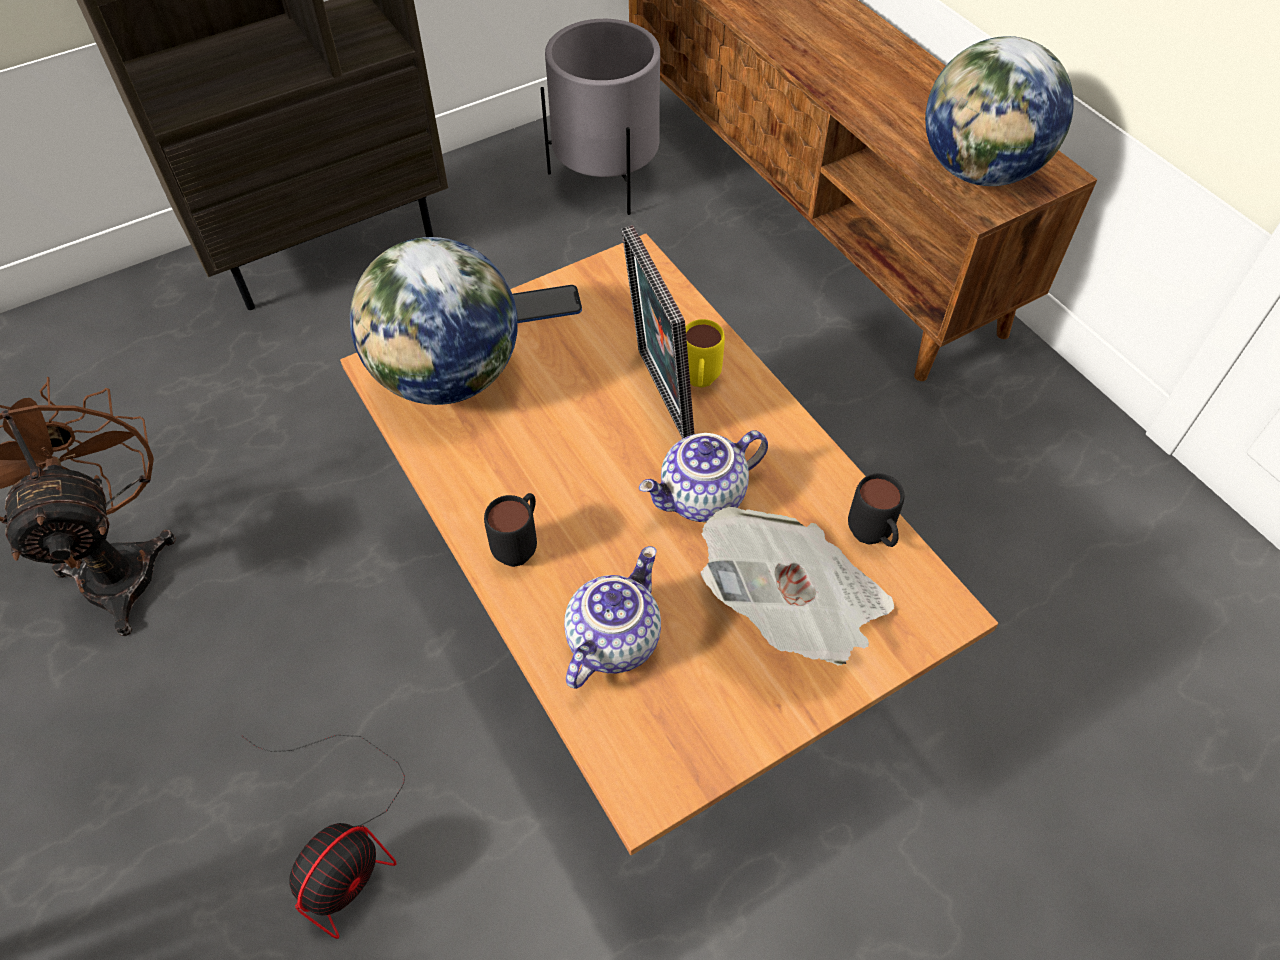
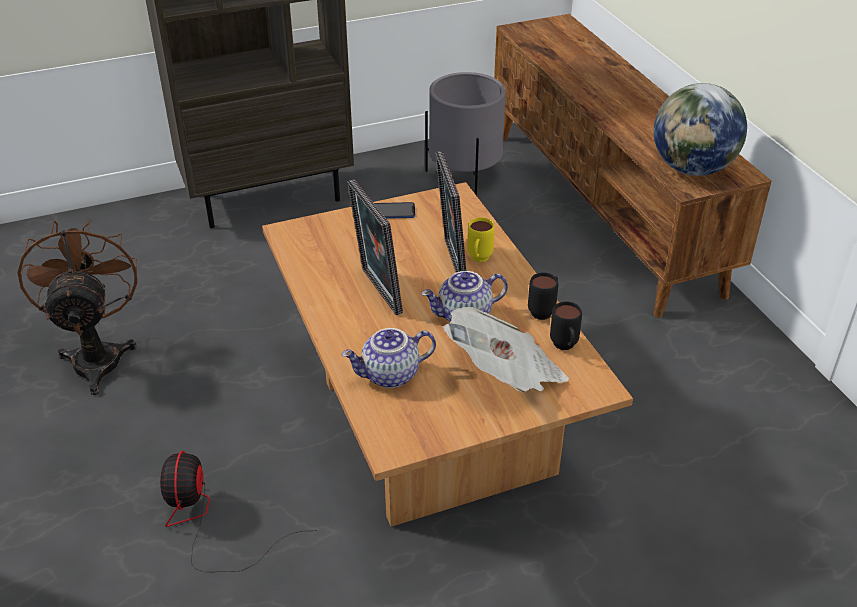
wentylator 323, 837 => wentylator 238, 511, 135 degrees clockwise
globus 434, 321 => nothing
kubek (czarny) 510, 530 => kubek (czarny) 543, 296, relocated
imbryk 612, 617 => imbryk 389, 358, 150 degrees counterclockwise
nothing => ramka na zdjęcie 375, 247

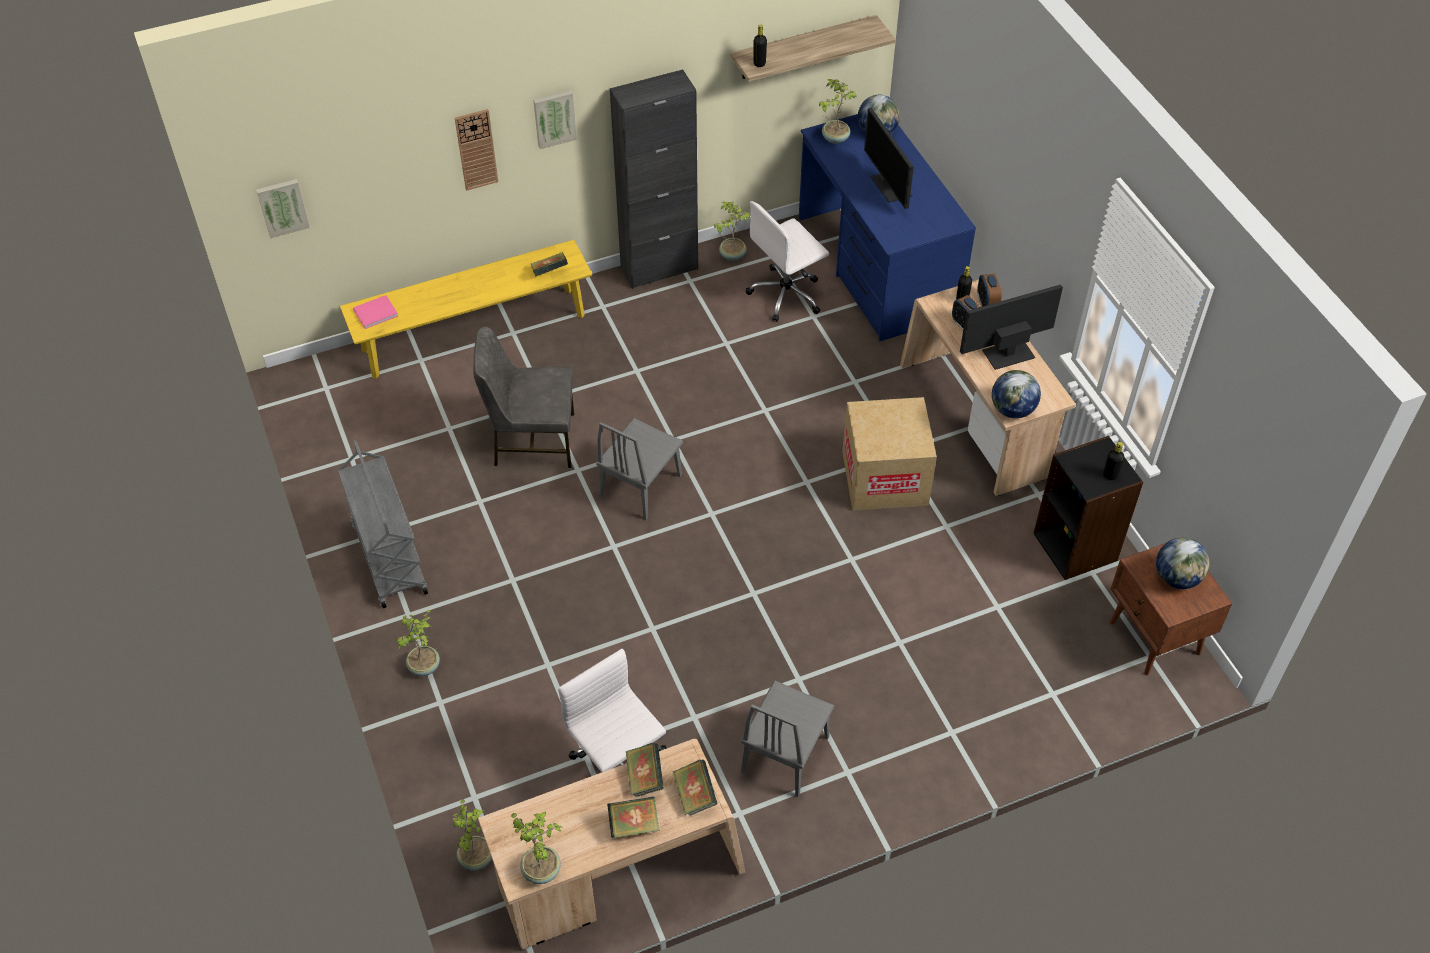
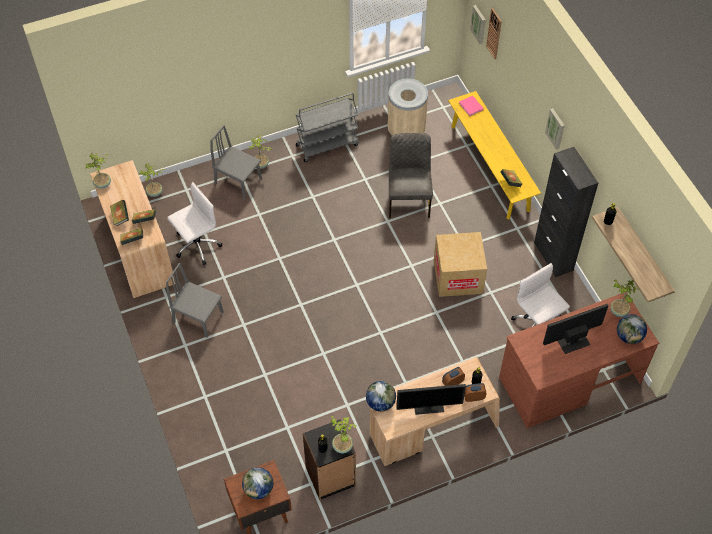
zegar ścienny 476, 150 => zegar ścienny 494, 33, relocated
krzesło (szary) 639, 469 => krzesło (szary) 236, 162, relocated
roślina doniczkowa 732, 231 => roślina doniczkowa 343, 435, relocated
biurko (niebieski) 887, 228 => biurko (brązowy) 579, 360
karton 889, 454 => karton 460, 264, relocated
monitor 1011, 327 => monitor 431, 399, 105 degrees clockwise
nothing => kosz na śmieci (beżowy) 408, 107

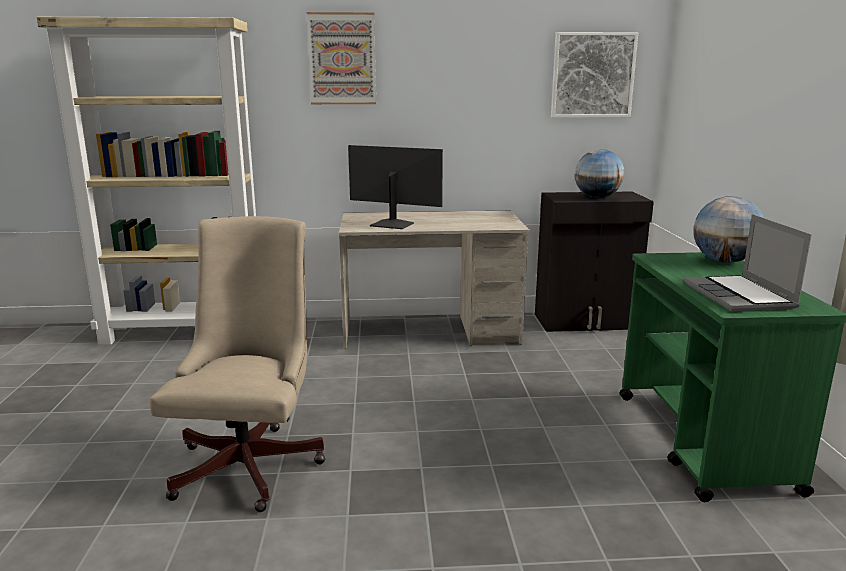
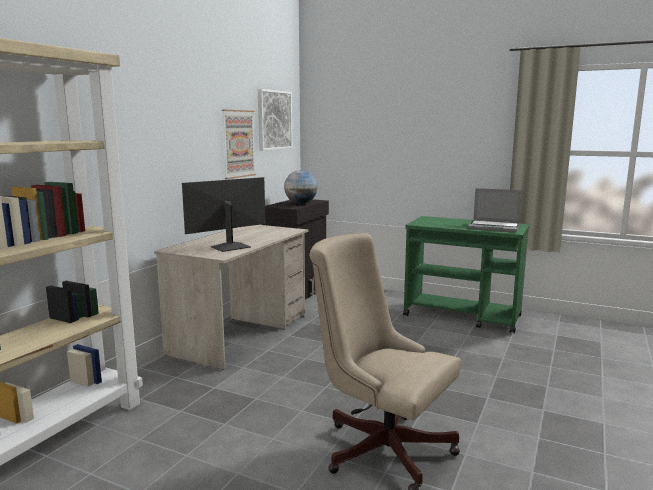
obraz 341, 58 => obraz 239, 144, relocated
globus 728, 229 => nothing

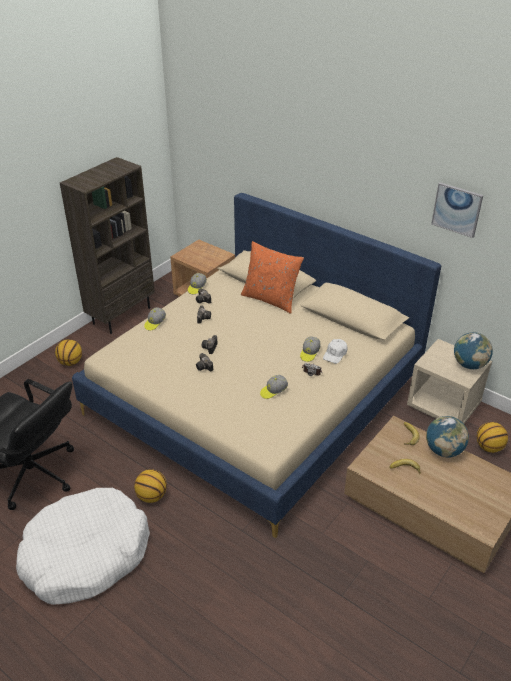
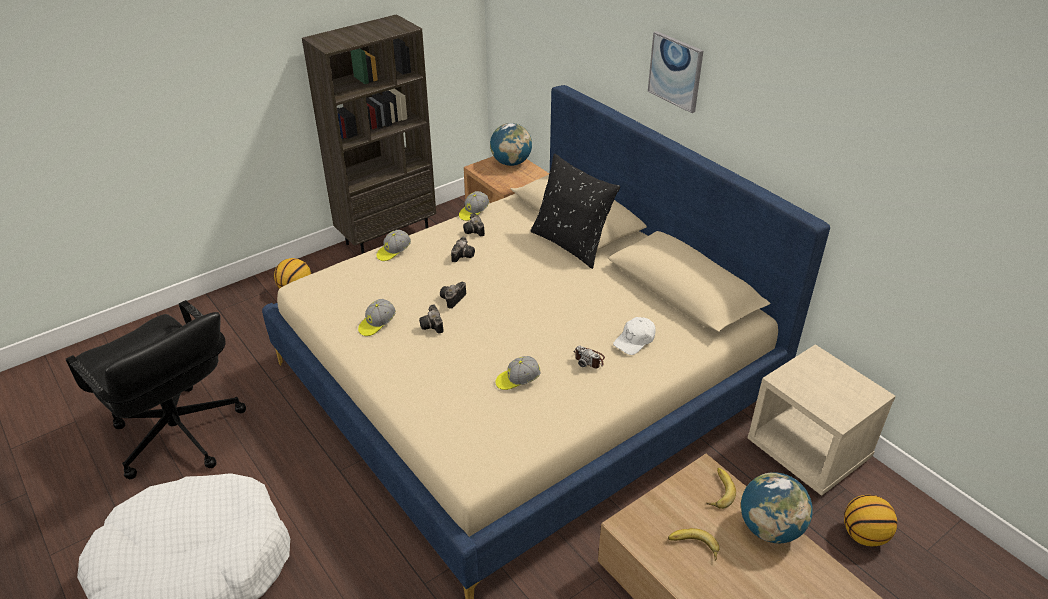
piłka do koszykówki 150, 486 => nothing
poduszka (pomarańczowy) 272, 277 => poduszka (czarny) 575, 211
czapka z daszkiem 310, 349 => czapka z daszkiem 377, 317, relocated
obraz 457, 210 => obraz 675, 72, relocated
globus 473, 350 => globus 511, 144, relocated

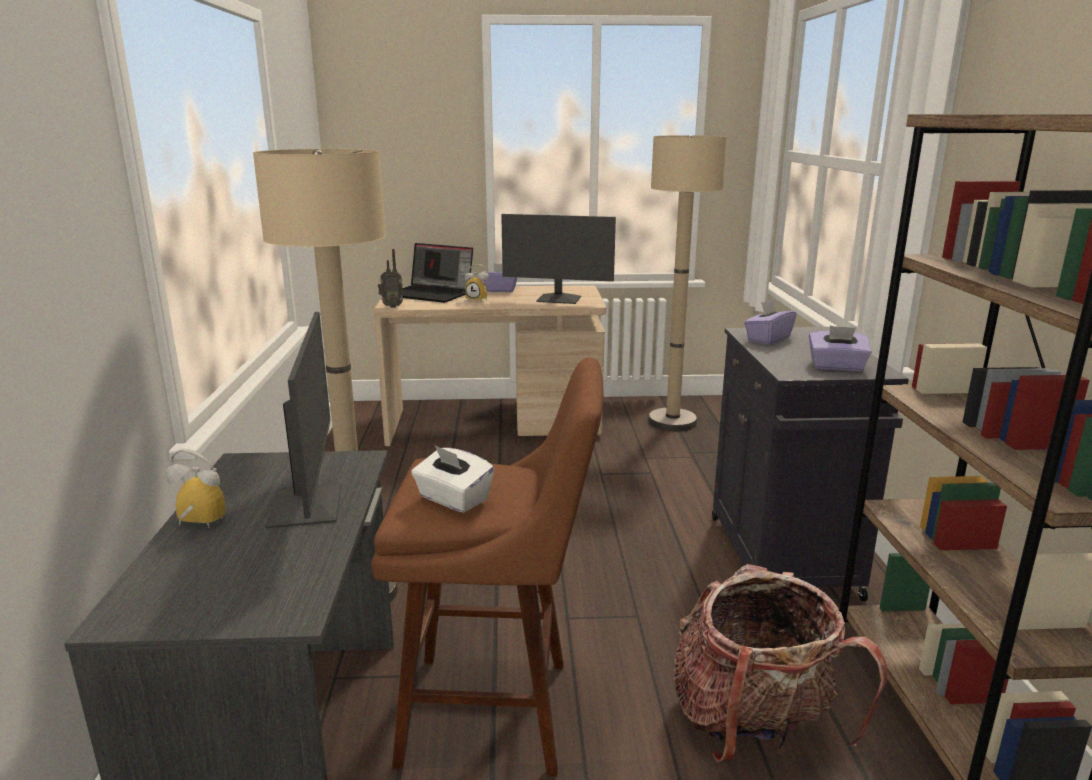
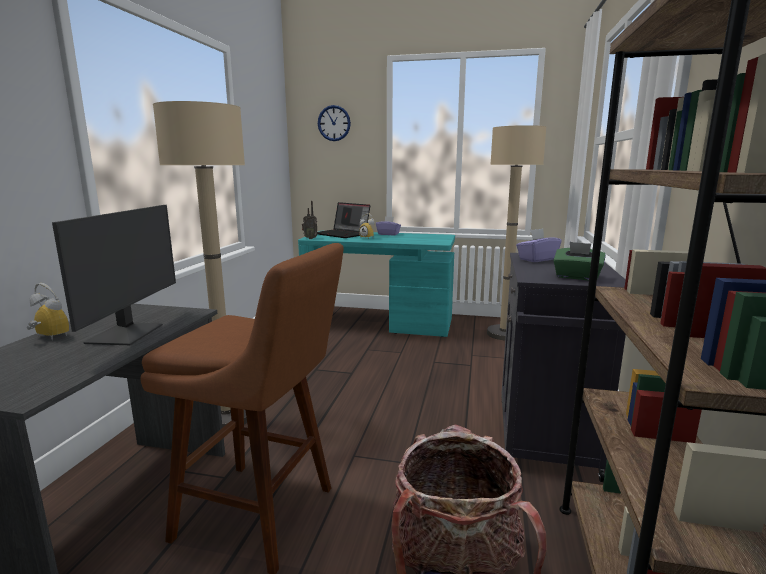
biurko (beżowy) 490, 365 => biurko (turkusowy) 376, 284
pudełko chusteczek (biały) 452, 479 => nothing
monitor 558, 259 => nothing
pudełko chusteczek (fioletowy) 840, 348 => pudełko chusteczek (zielony) 579, 261
nothing => zegar ścienny 334, 123

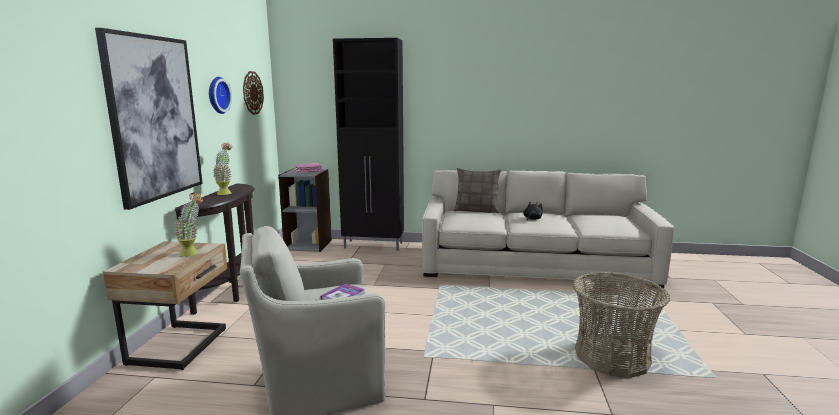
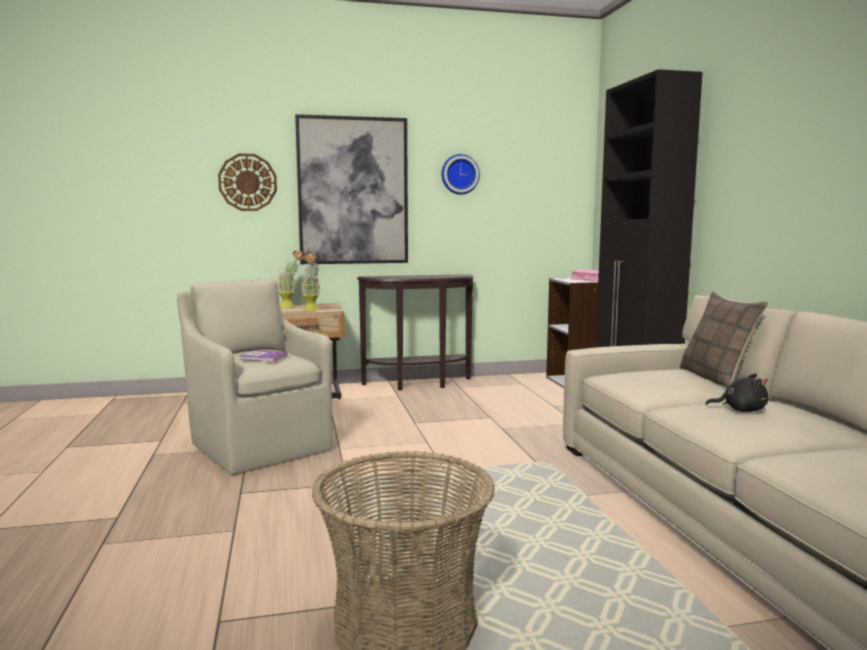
roślina doniczkowa 222, 168 => roślina doniczkowa 290, 279, relocated
zegar ścienny 253, 93 => zegar ścienny 247, 182, relocated

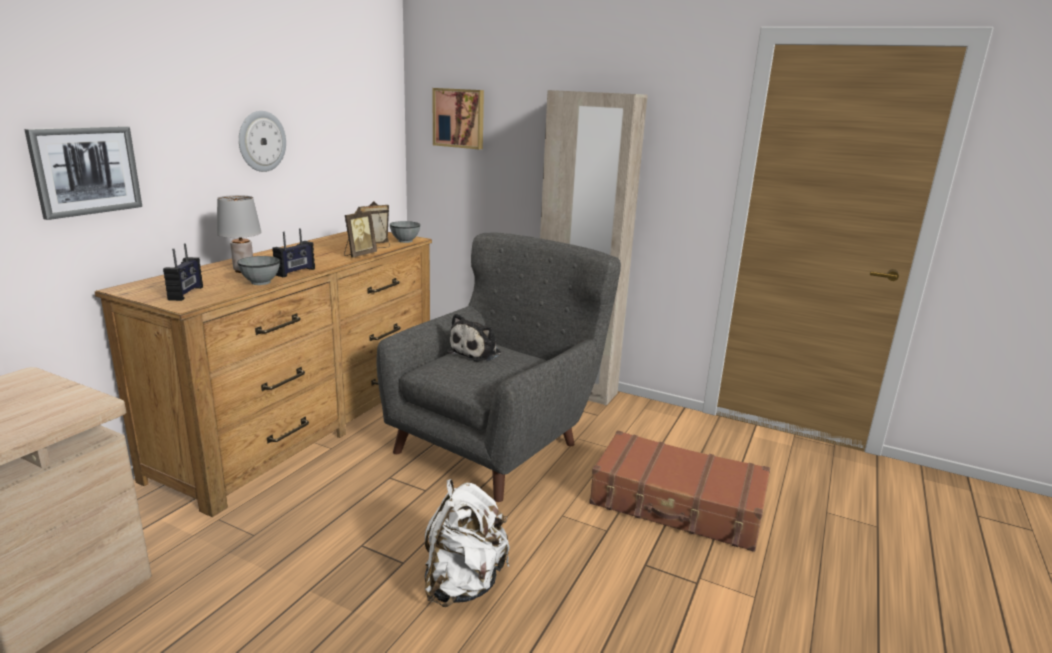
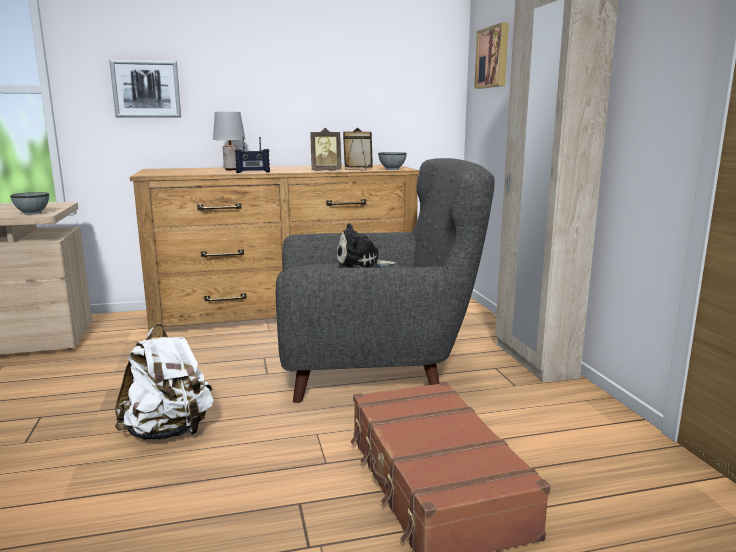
radio 183, 272 => nothing
miska (szary) 258, 270 => miska (szary) 29, 203, relocated
zegar ścienny 262, 141 => nothing

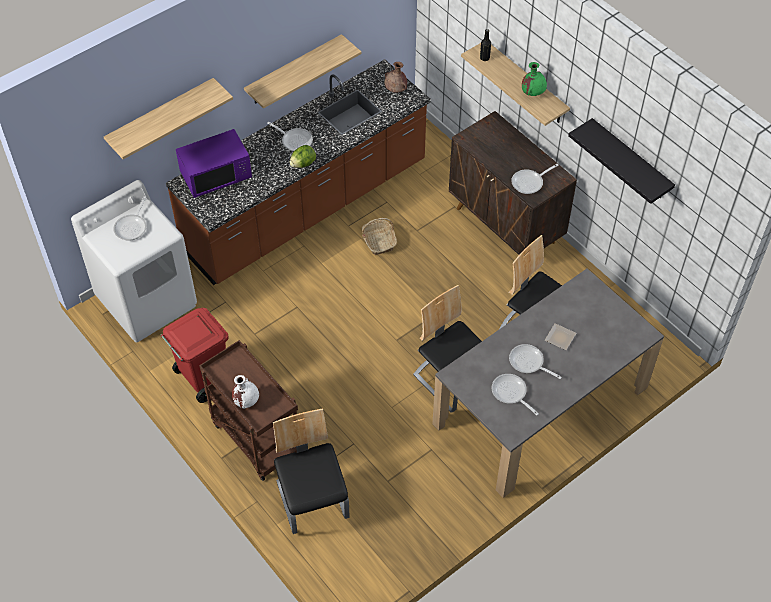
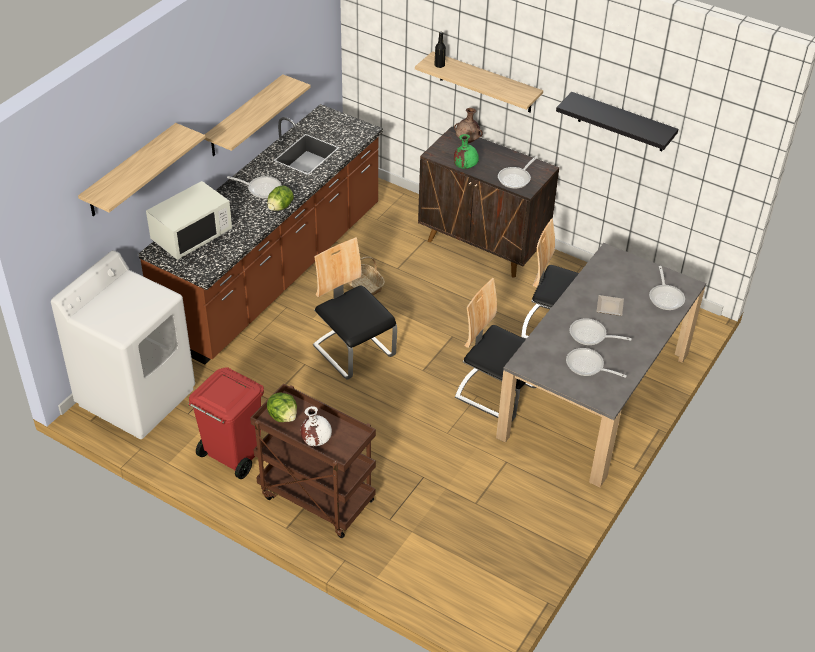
patelnia 129, 218 => patelnia 667, 288, relocated
mikrofalówka (fioletowy) 214, 163 => mikrofalówka (biały) 189, 220
krzesło 311, 471 => krzesło 355, 308, relocated
wazon (brązowy) 395, 77 => wazon (brązowy) 468, 125, relocated
wazon (zielony) 534, 79 => wazon (zielony) 466, 151, relocated
nothing => sałata 282, 407

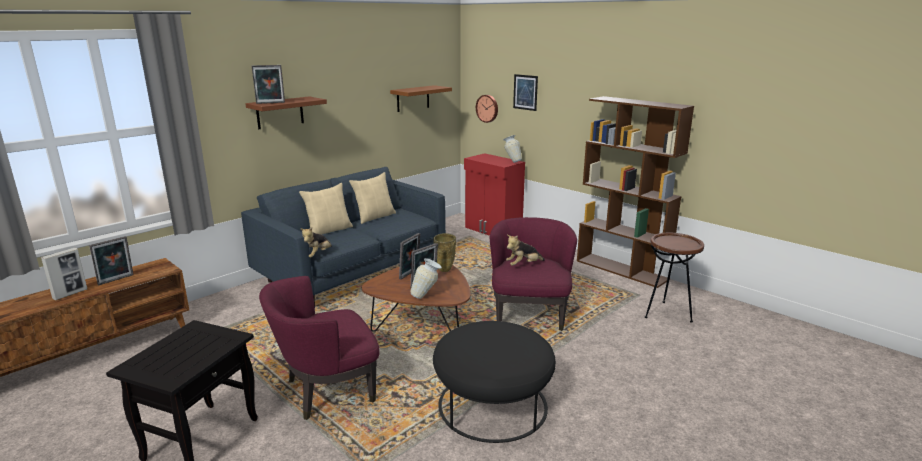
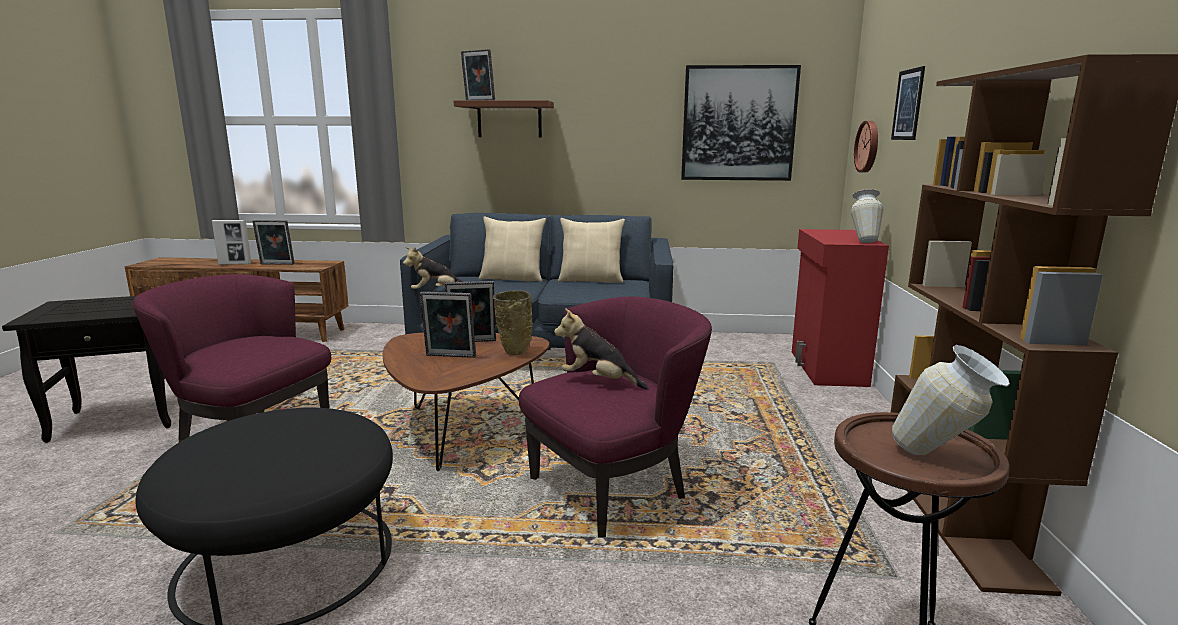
półka (brązowy) 421, 98 => obraz 741, 123
wazon 426, 278 => wazon 951, 400, relocated

